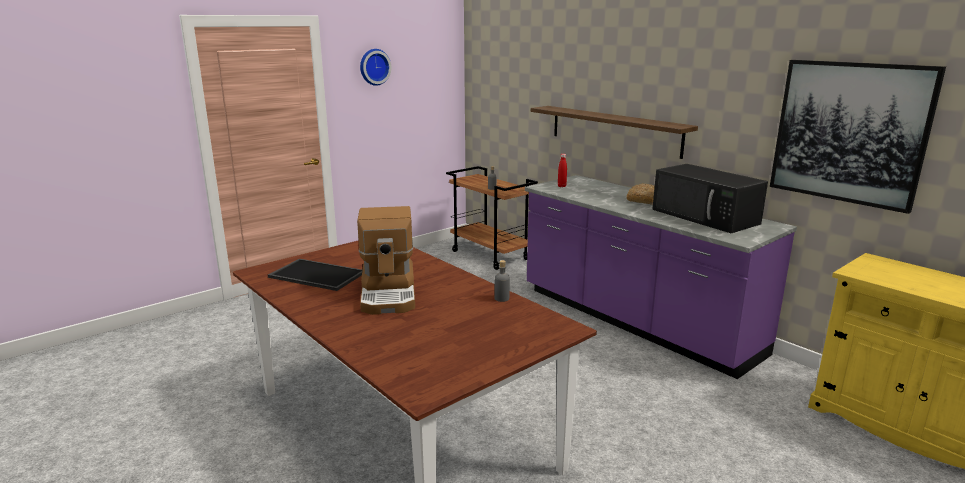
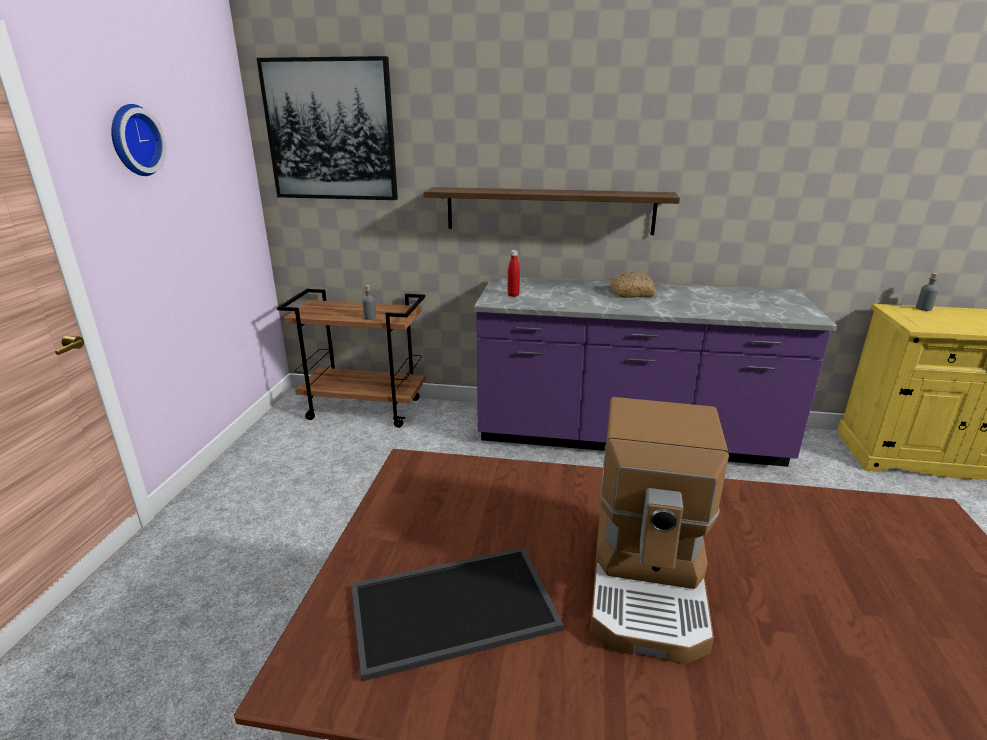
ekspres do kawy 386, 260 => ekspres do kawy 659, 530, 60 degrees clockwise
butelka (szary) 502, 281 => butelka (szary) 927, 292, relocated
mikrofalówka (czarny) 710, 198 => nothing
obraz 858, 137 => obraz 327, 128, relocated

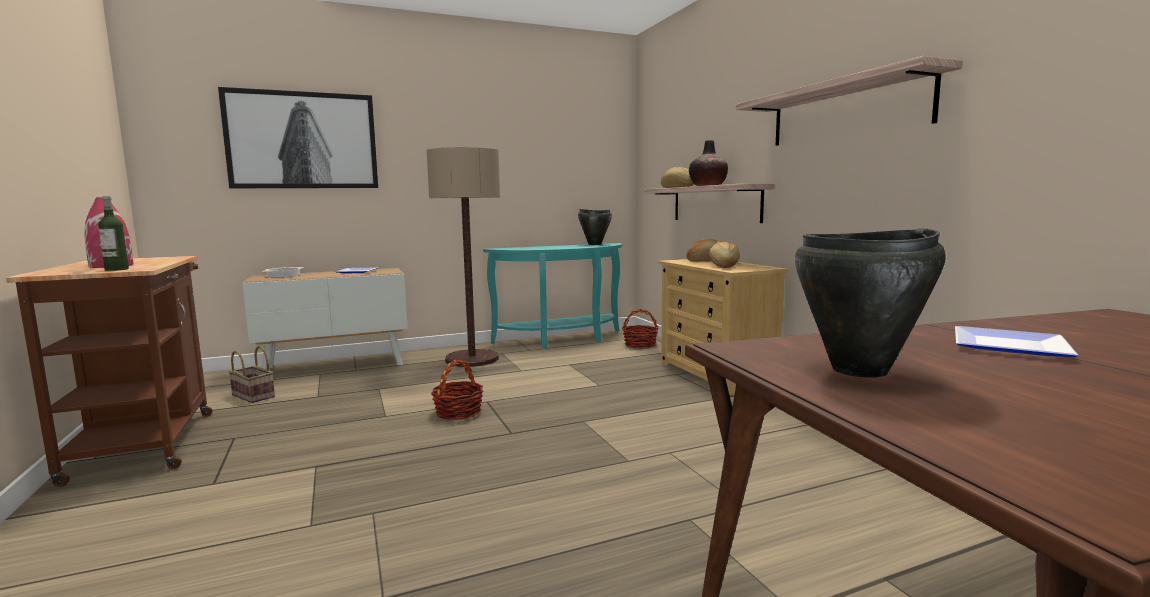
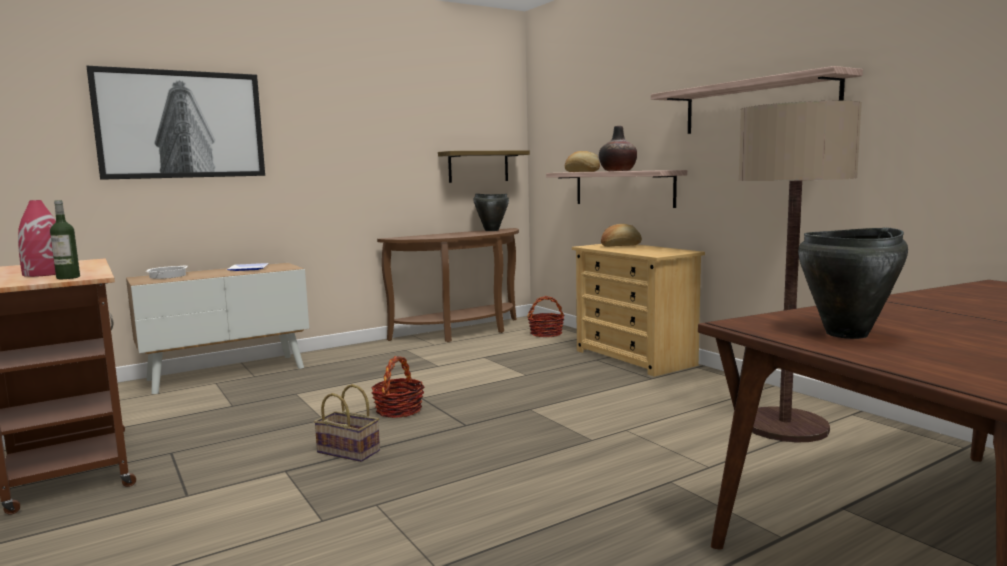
koszyk 252, 374 => koszyk 347, 423, relocated
lampa stojąca 463, 257 => lampa stojąca 800, 272, relocated
stolik konsolowy (turkusowy) 552, 295 => stolik konsolowy (brązowy) 448, 285
chleb 724, 255 => nothing
talerz 1017, 341 => nothing
nothing => półka 484, 166

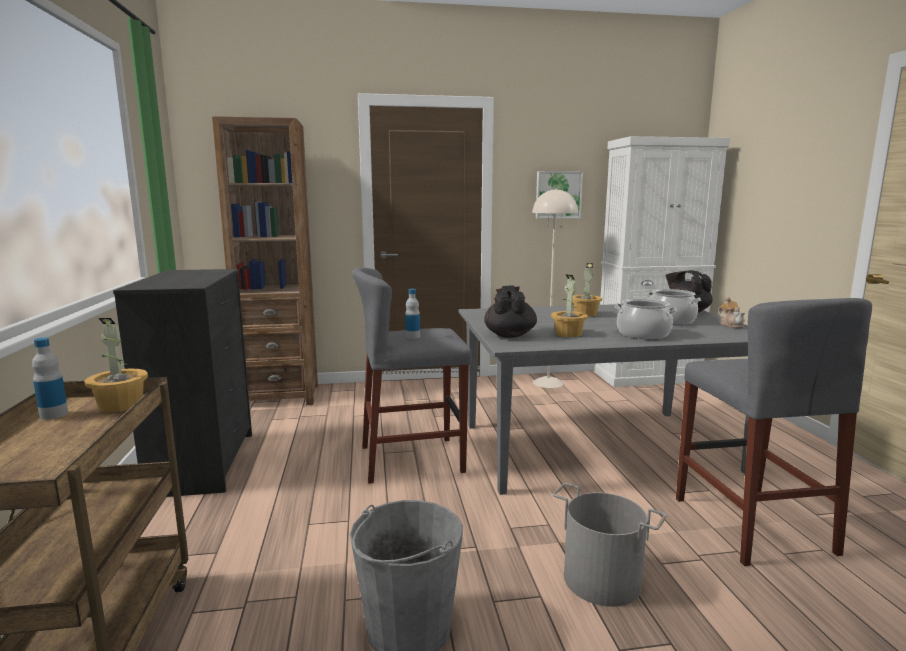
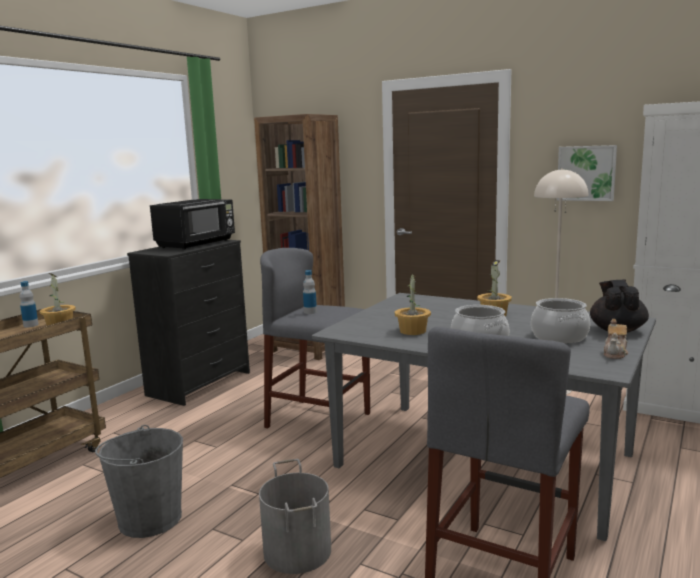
imbryk (czarny) 510, 312 => nothing
nothing => mikrofalówka (czarny) 192, 224

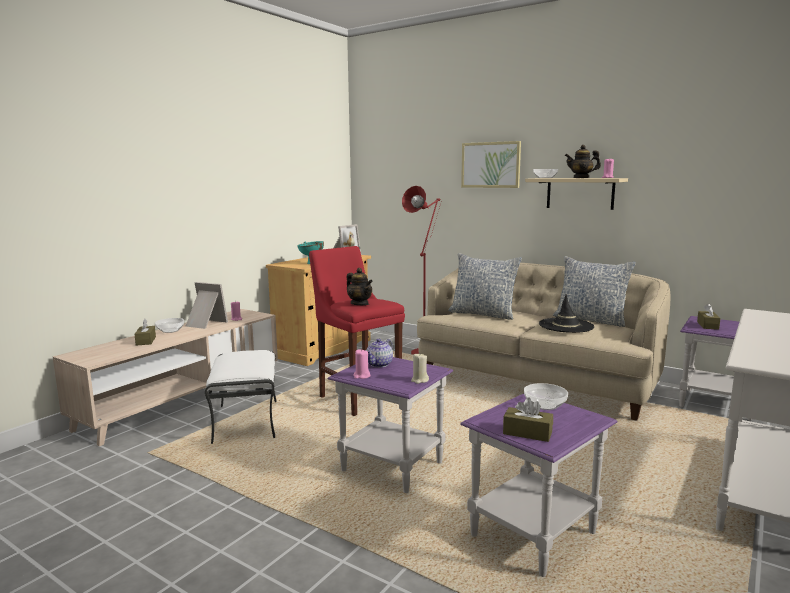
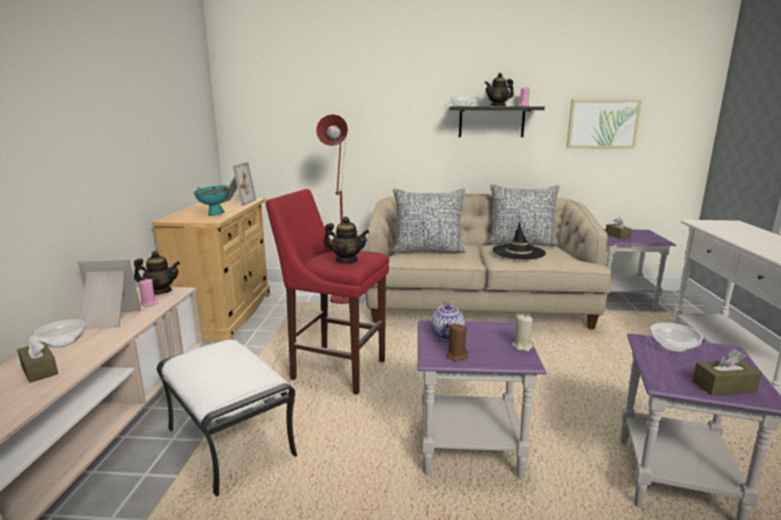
świeca (różowy) 362, 364 => świeca (brązowy) 457, 342
obraz 491, 164 => obraz 604, 124, relocated
półka (beżowy) 576, 194 => półka (czarny) 497, 122
nothing => imbryk 157, 272

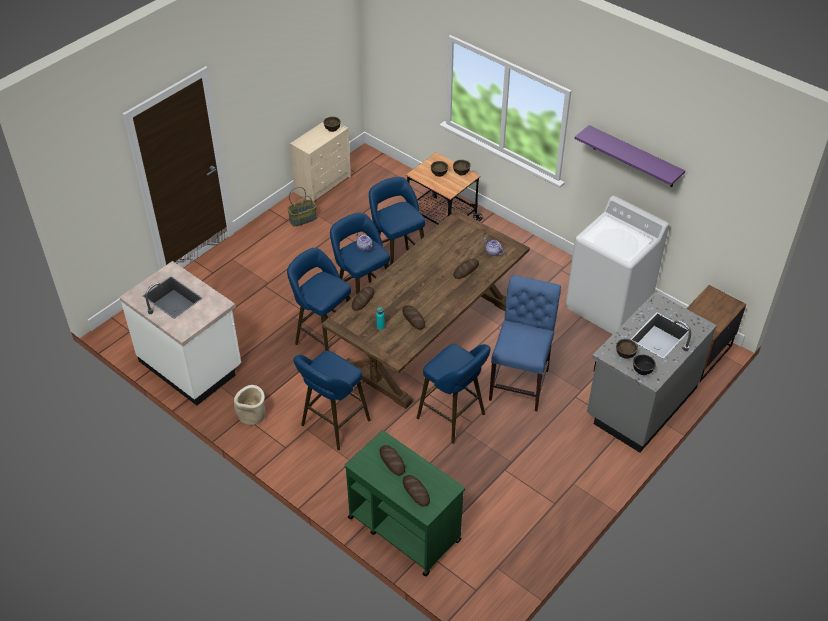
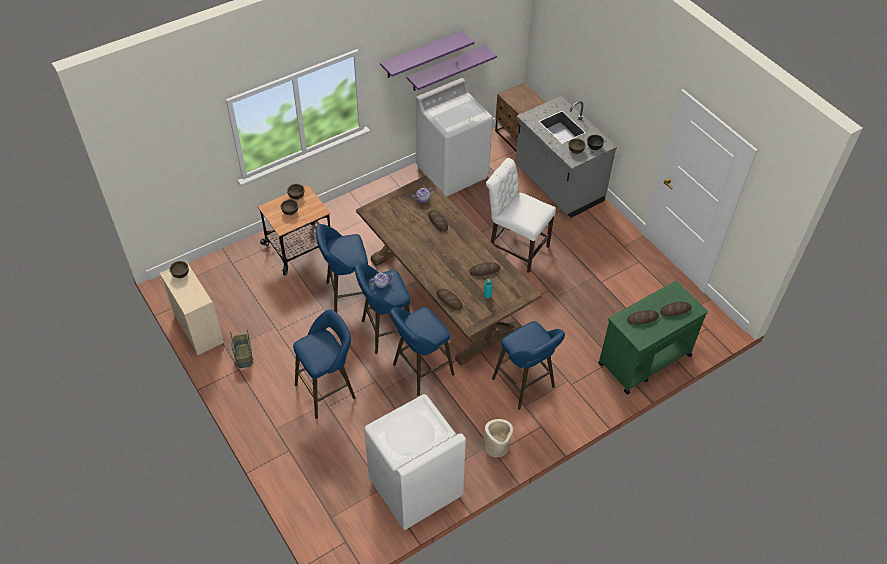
zabudowa kuchenna (biały) 180, 333 => pralka (biały) 415, 462
stołek (niebieski) 454, 394 => stołek (niebieski) 324, 364, relocated
krzesło (niebieski) 525, 343 => krzesło (biały) 521, 215
nothing => półka (fioletowy) 452, 68

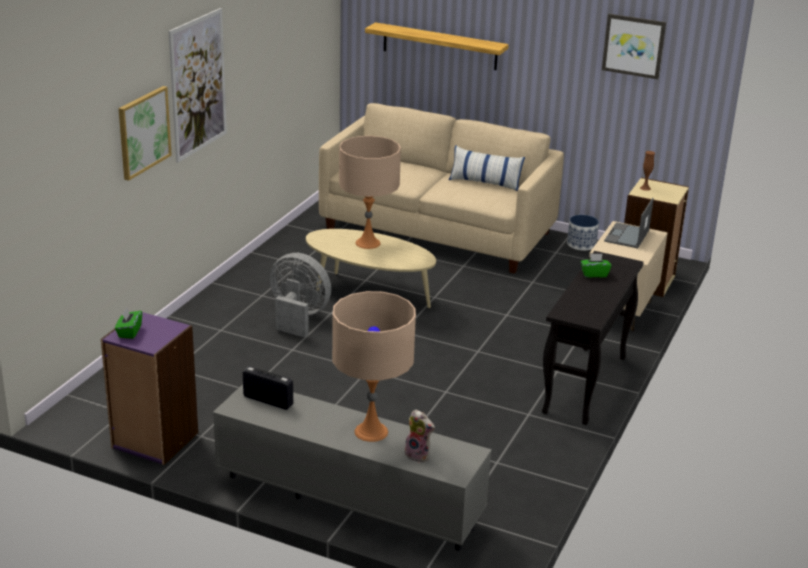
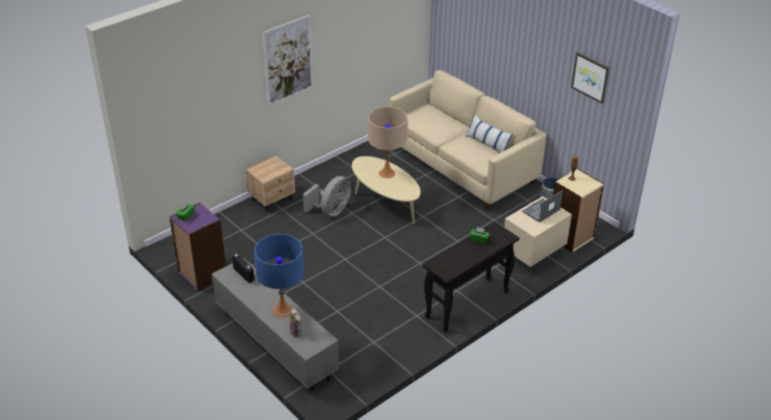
obraz 145, 133 => nothing
wentylator (szary) 300, 295 => wentylator (szary) 327, 196, 75 degrees clockwise
lampa stołowa (beżowy) 374, 366 => lampa stołowa (niebieski) 279, 275
półka 437, 46 => nothing
nothing => szafka nocna (beżowy) 270, 184

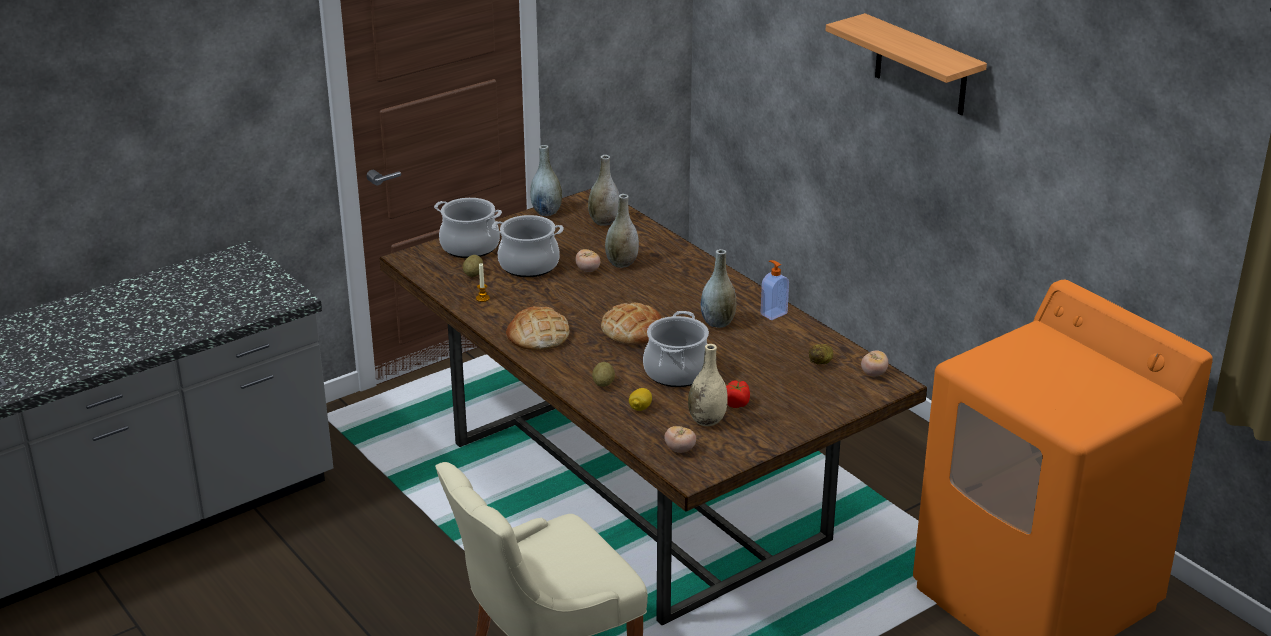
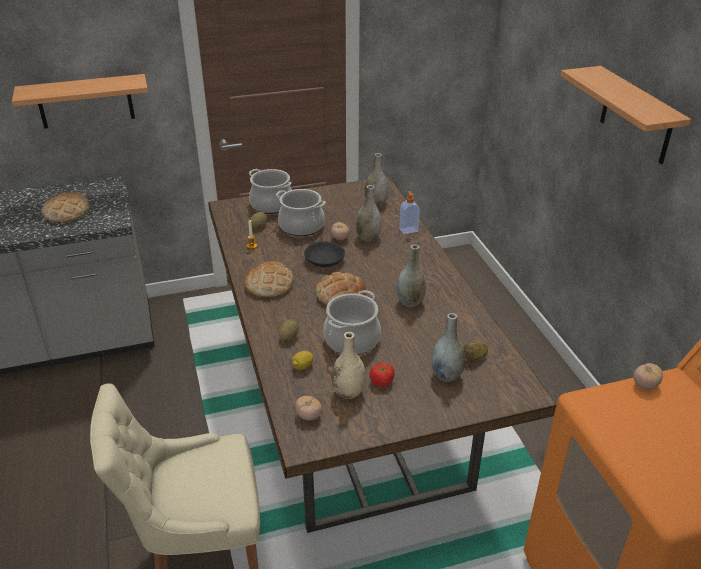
wazon (szary) 546, 180 => wazon (szary) 448, 347, relocated
dozownik mydła 774, 290 => dozownik mydła 409, 212, relocated
pomidor 874, 363 => pomidor 648, 376, relocated
nothing => półka 80, 101
nothing => chleb 65, 207
nothing => miska (czarny) 324, 254

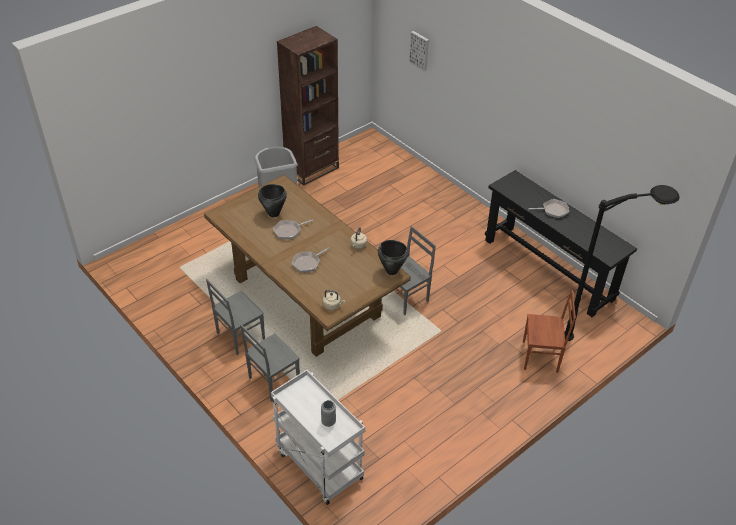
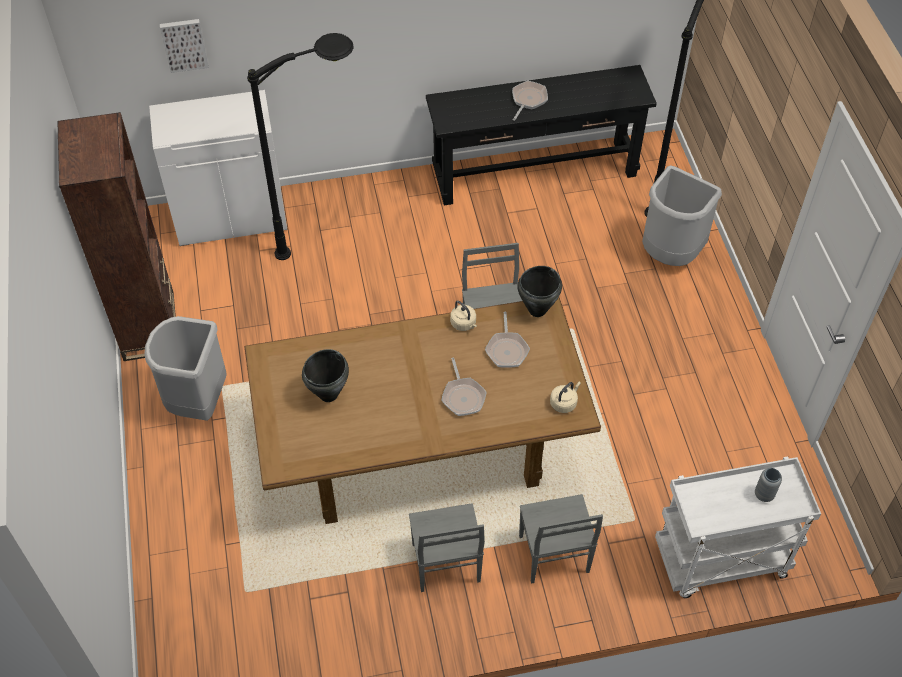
patelnia 293, 229 => patelnia 507, 340, relocated
krzesło (brązowy) 549, 331 => kosz na śmieci (szary) 682, 215
nothing => szafka (biały) 218, 168
nothing => lampa stojąca (czarny) 300, 146

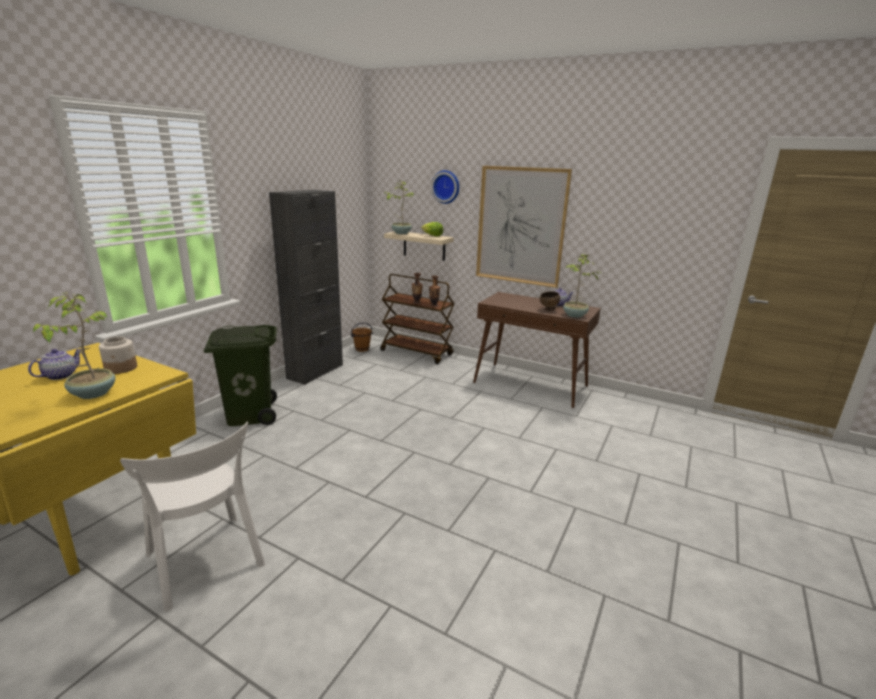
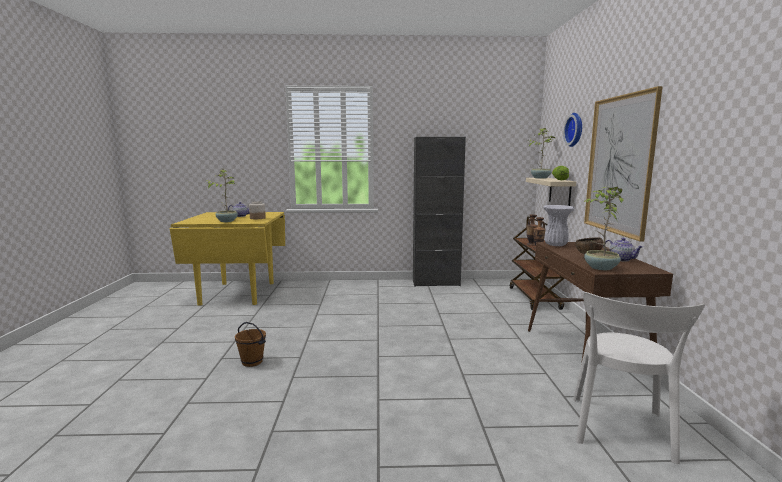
krzesło (biały) 192, 516 => krzesło (biały) 639, 378, relocated
kosz na śmieci (zielony) 240, 375 => nothing
wiadro (brązowy) 362, 337 => wiadro (brązowy) 250, 344, relocated
nothing => wazon (biały) 559, 225

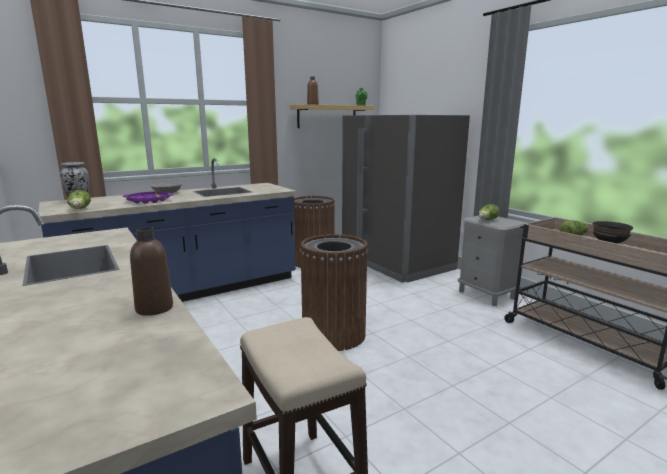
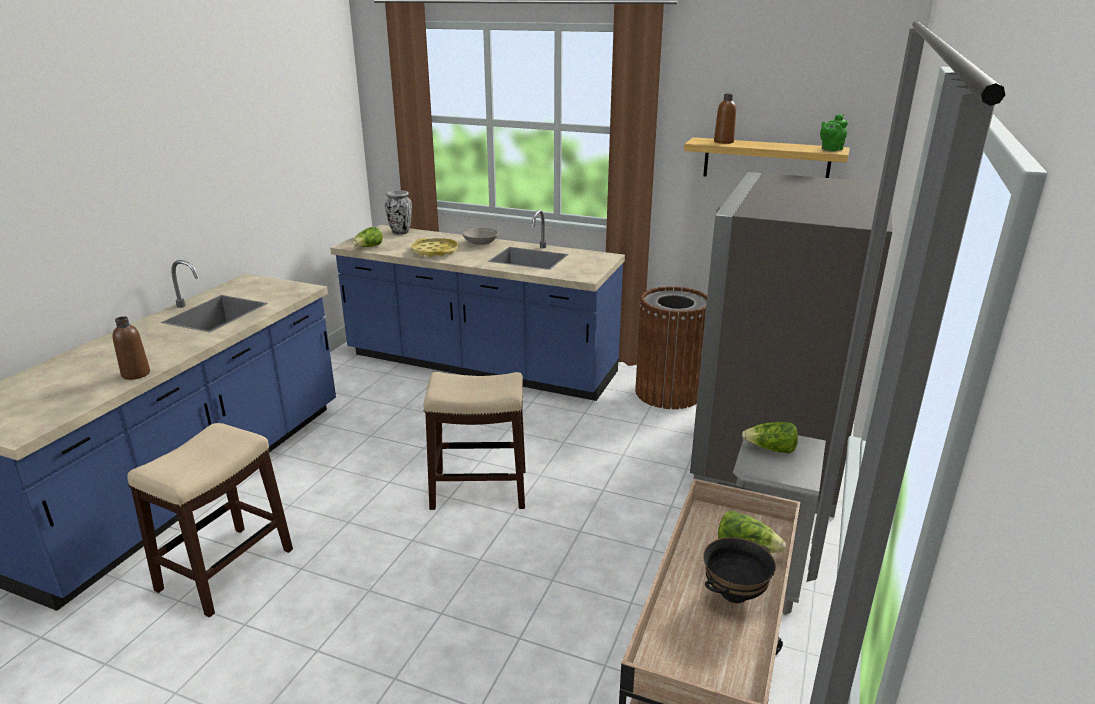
taca (fioletowy) 148, 198 => taca (żółty) 434, 247
kosz na śmieci (brązowy) 334, 292 => stołek 475, 441

